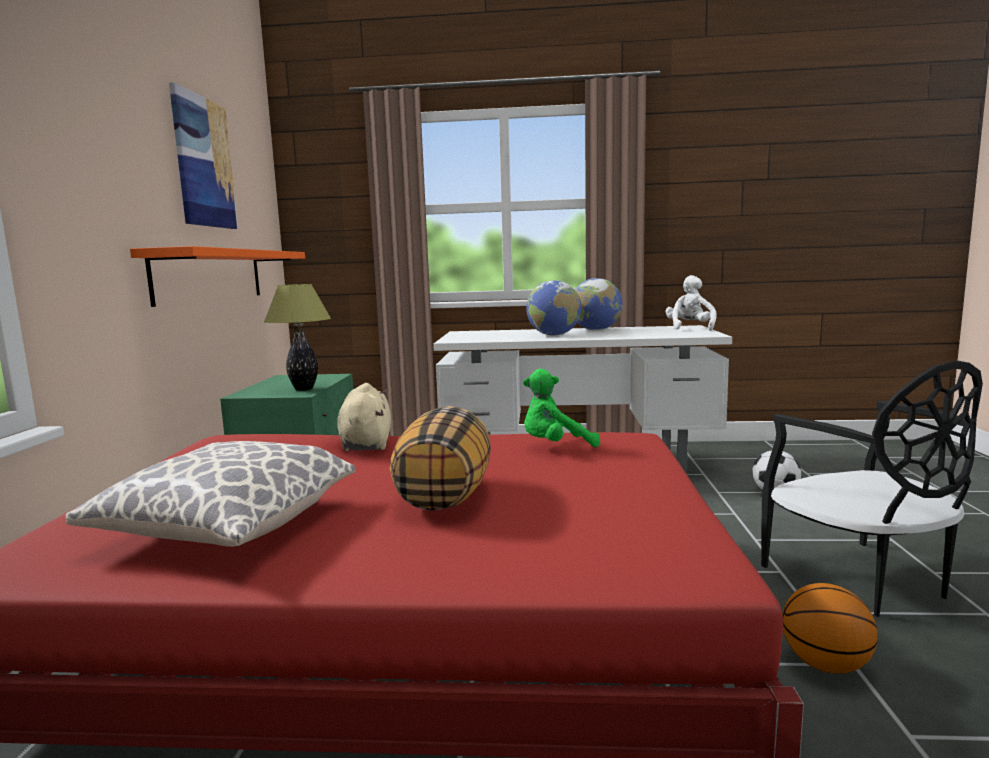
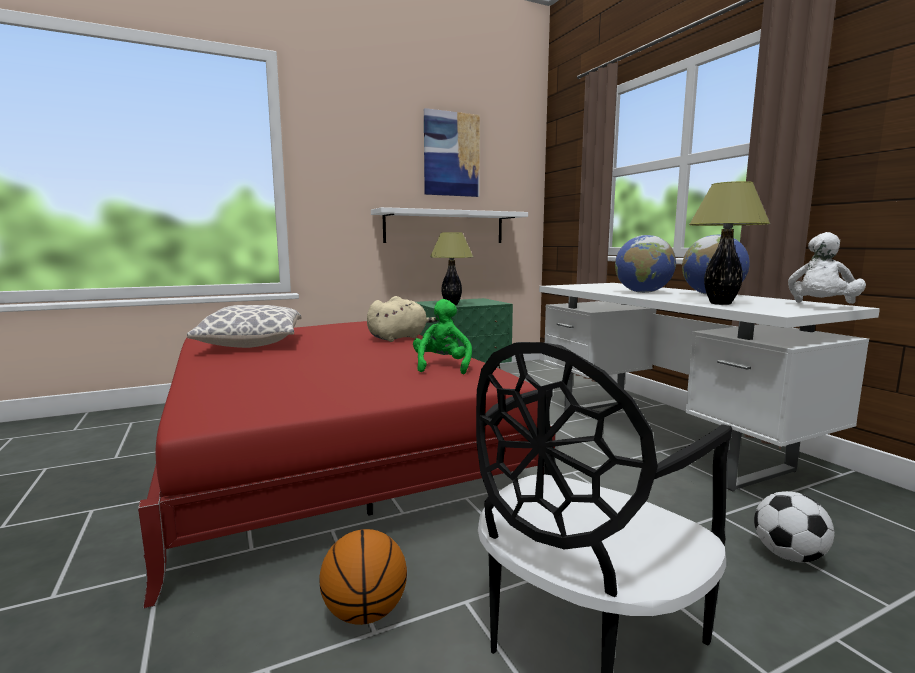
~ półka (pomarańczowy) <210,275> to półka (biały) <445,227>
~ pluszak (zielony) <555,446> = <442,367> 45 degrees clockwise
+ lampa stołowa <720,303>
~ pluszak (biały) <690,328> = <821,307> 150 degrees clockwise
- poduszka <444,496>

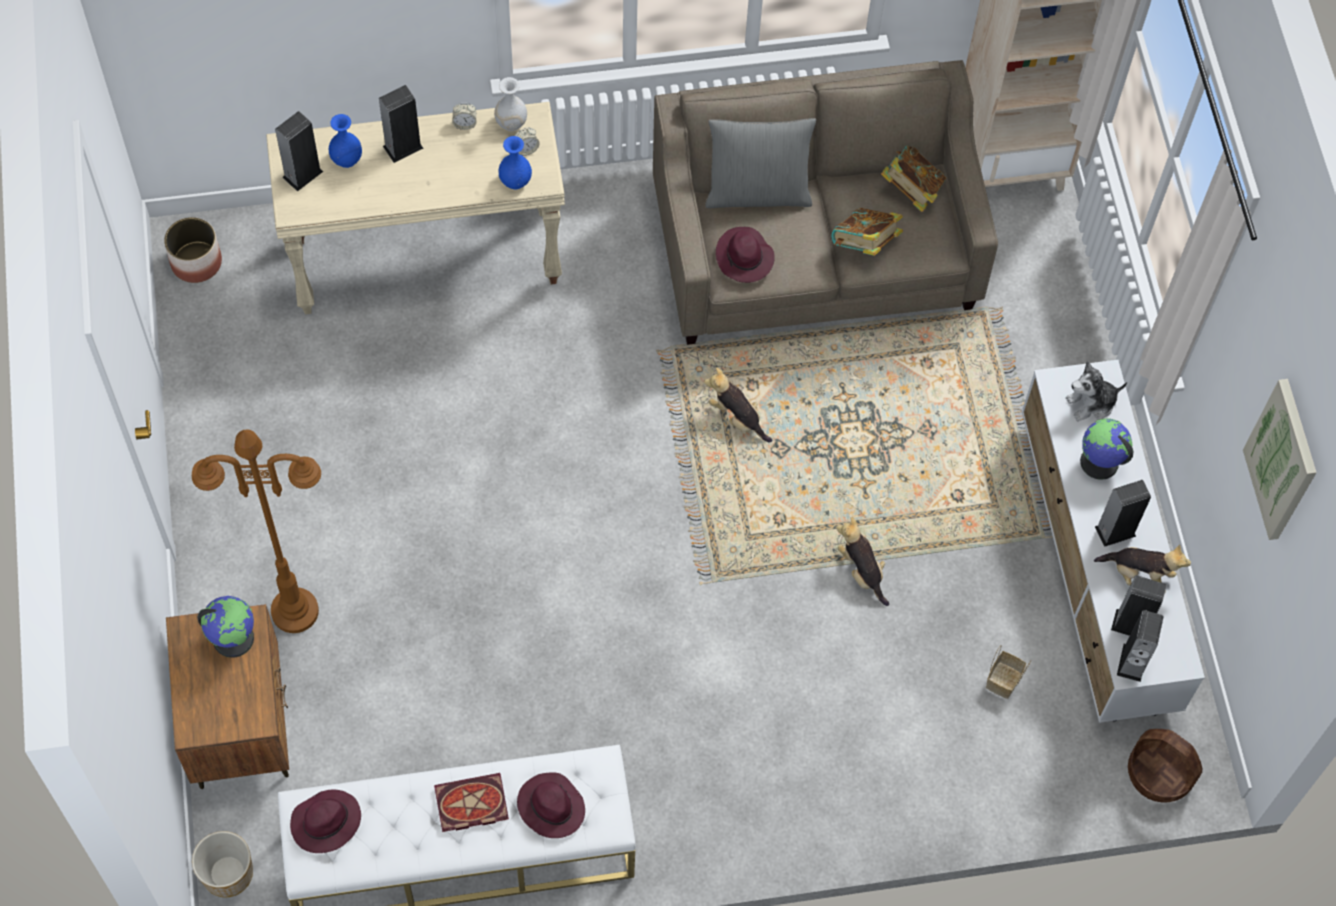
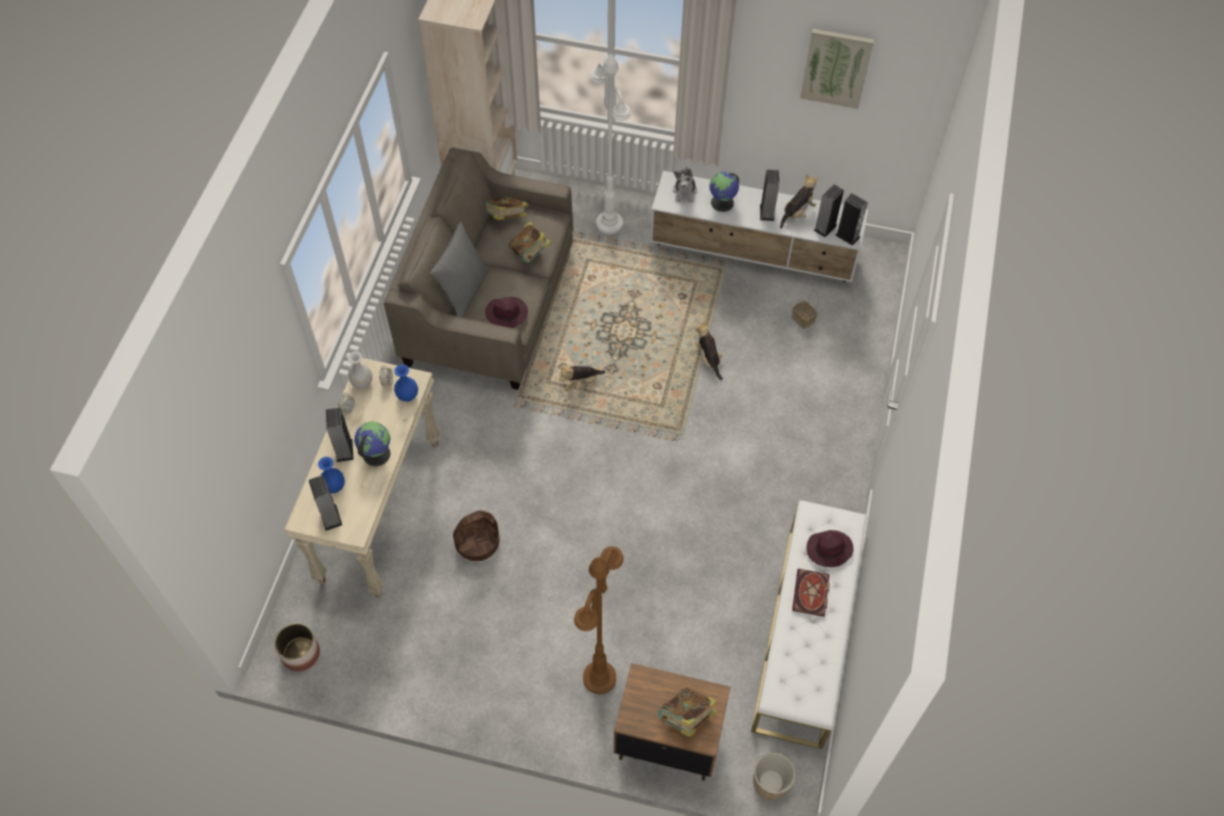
~ globus <233,637> to <376,454>
~ koszyk <1160,773> to <477,543>
+ lampa stojąca (biały) <609,223>
+ książka <686,718>
~ pluszak <861,571> = <708,359> 75 degrees clockwise
- kapelusz (fioletowy) <325,823>

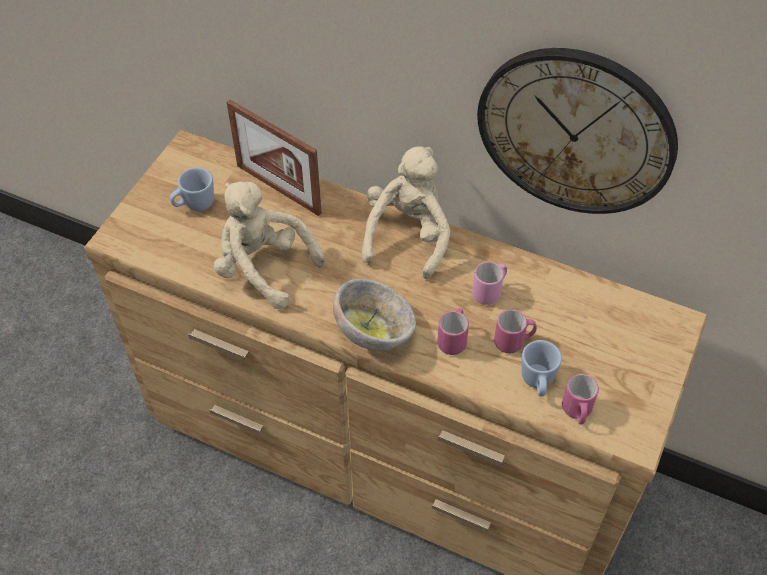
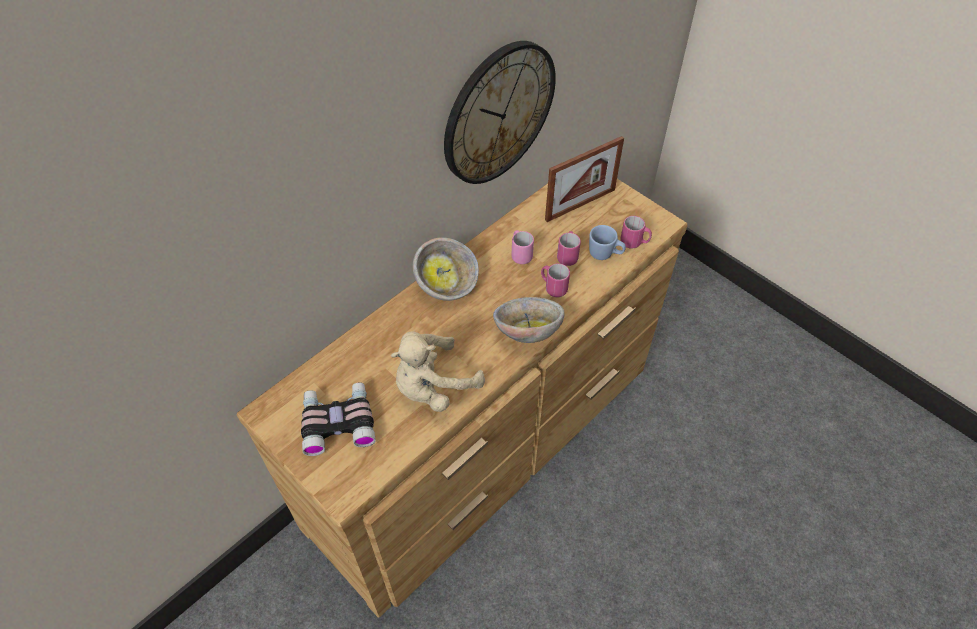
~ kubek (niebieski) <194,205> to lornetka <338,421>
~ pluszak (beżowy) <408,236> to miska <447,284>
~ ramka na zdjęcie <278,189> to <580,205>

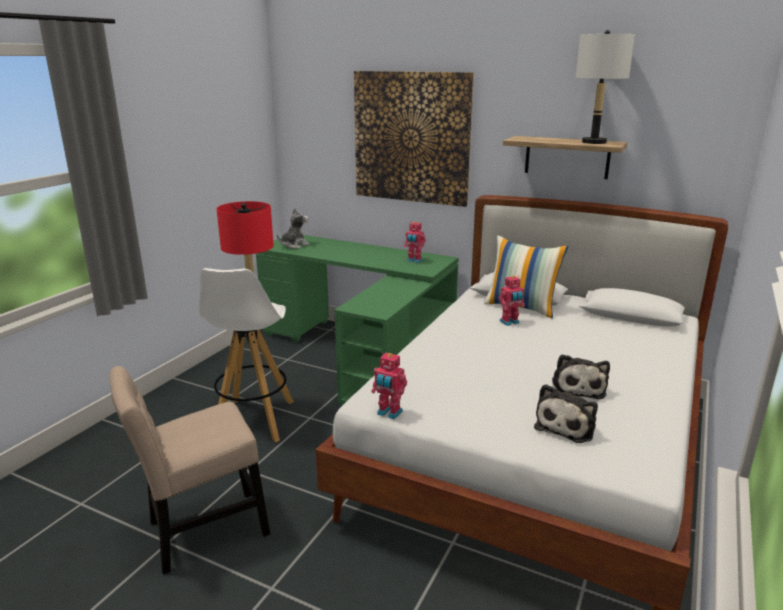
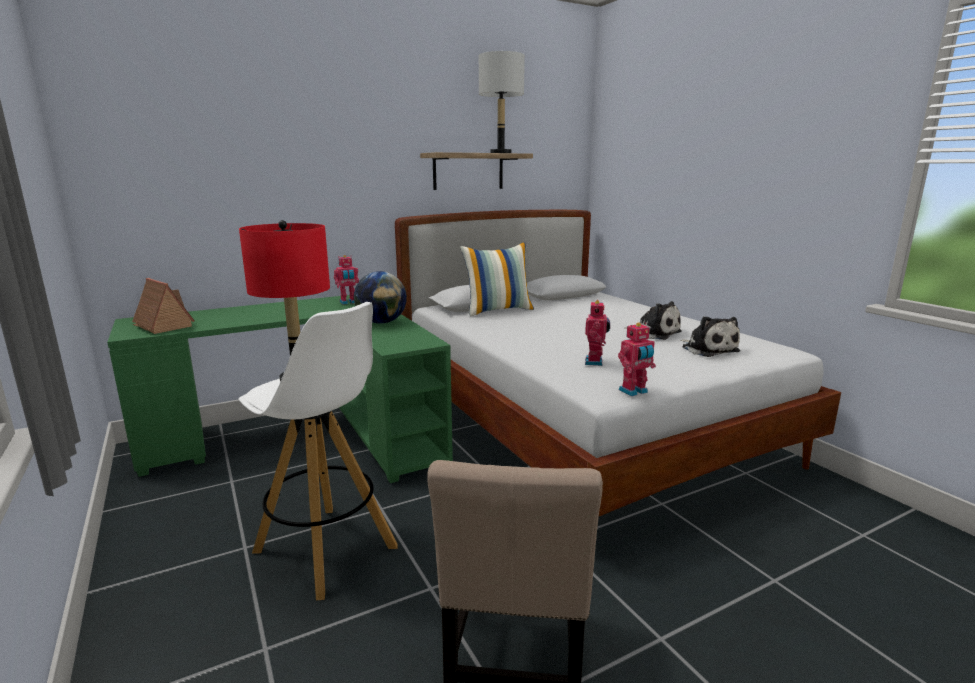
~ pluszak <294,245> to domek <163,326>
+ globus <381,322>
~ robot zabawkowy <510,322> to <595,362>
- obraz <411,138>

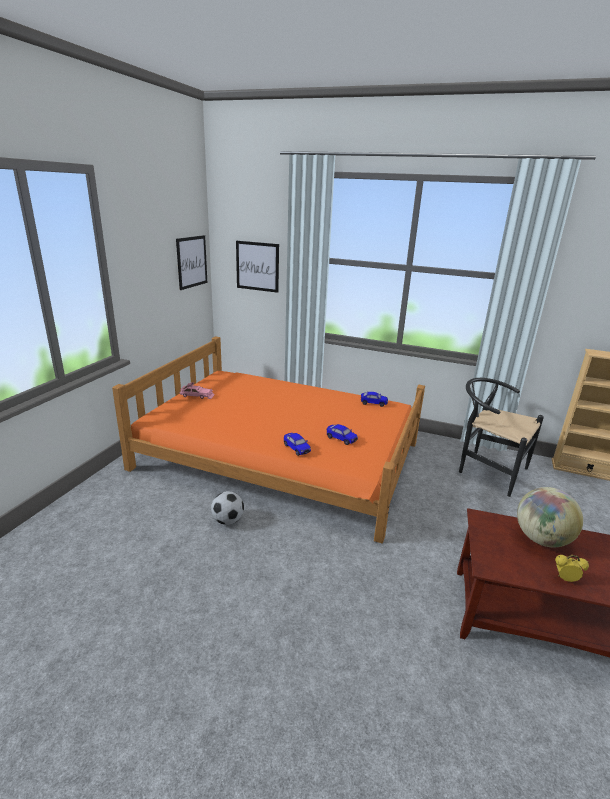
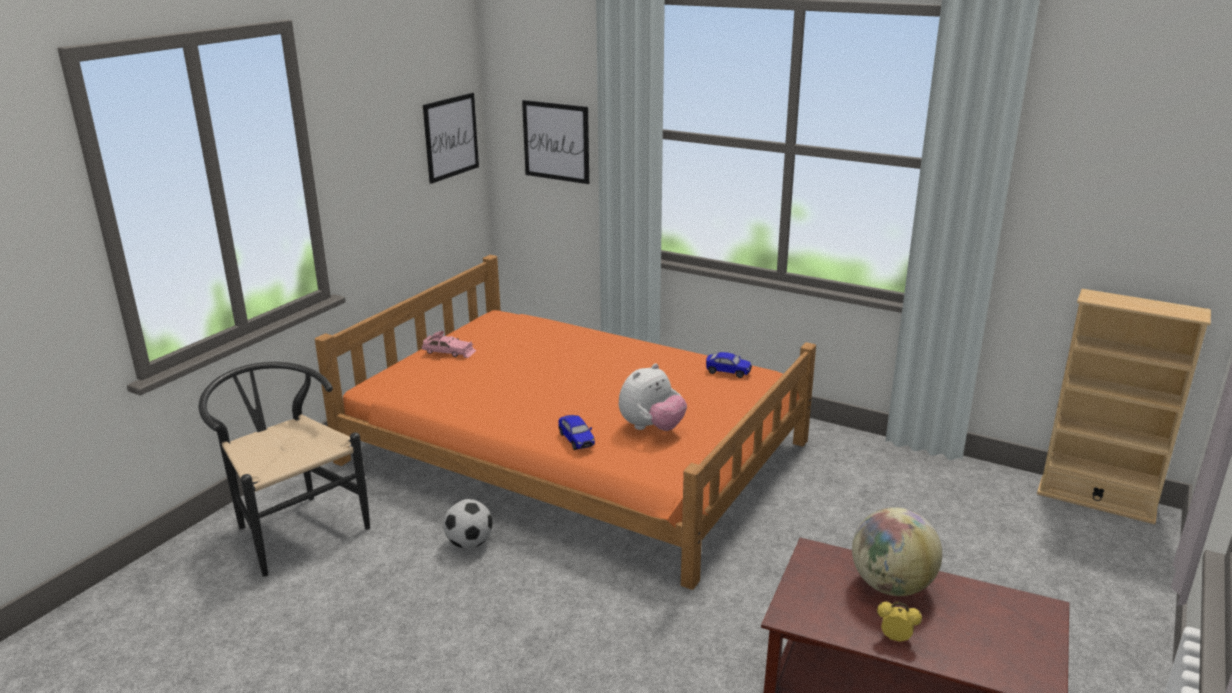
~ krzesło (czarny) <486,470> to <293,527>
~ samochodzik <341,439> to pluszak <651,428>

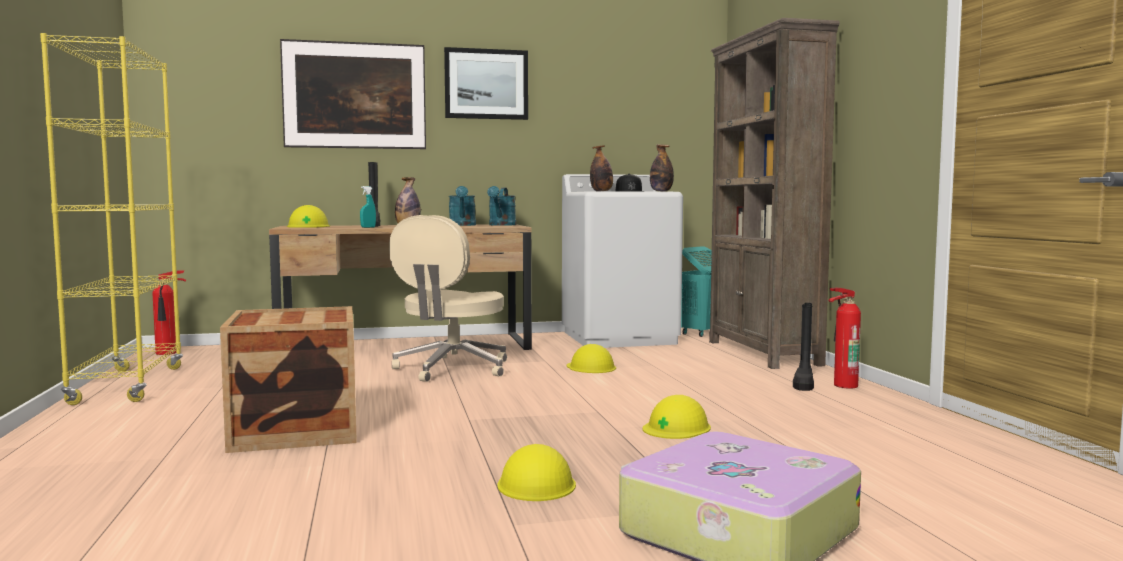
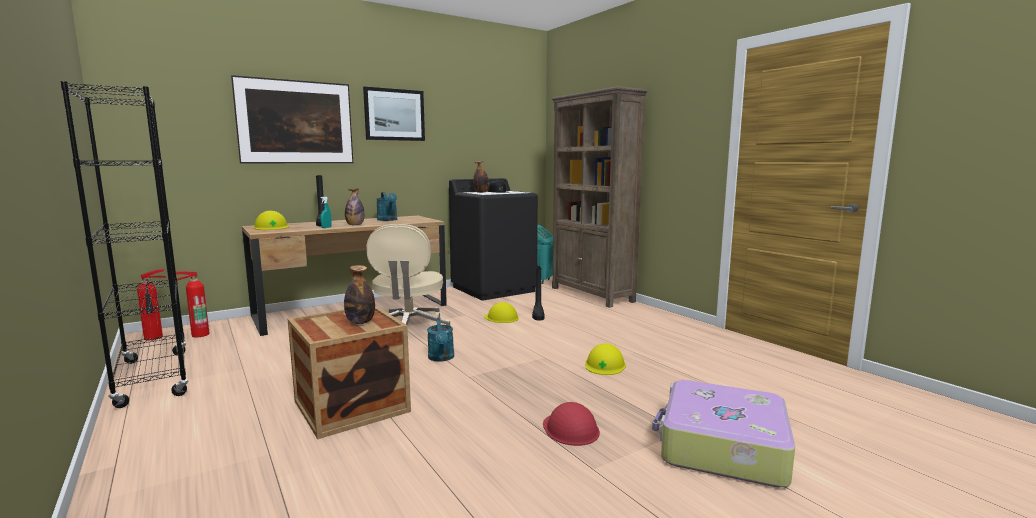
~ regał (żółty) <128,385> to regał (czarny) <153,378>
~ gaśnica <842,385> to <198,335>
~ butelka <661,191> to <360,322>
~ konewka (turkusowy) <501,225> to <441,358>
~ pralka (biały) <620,338> to pralka (czarny) <494,289>
~ but z cholewką (czarny) <804,384> to <538,315>
~ kask (żółty) <536,483> to kask (czerwony) <570,429>

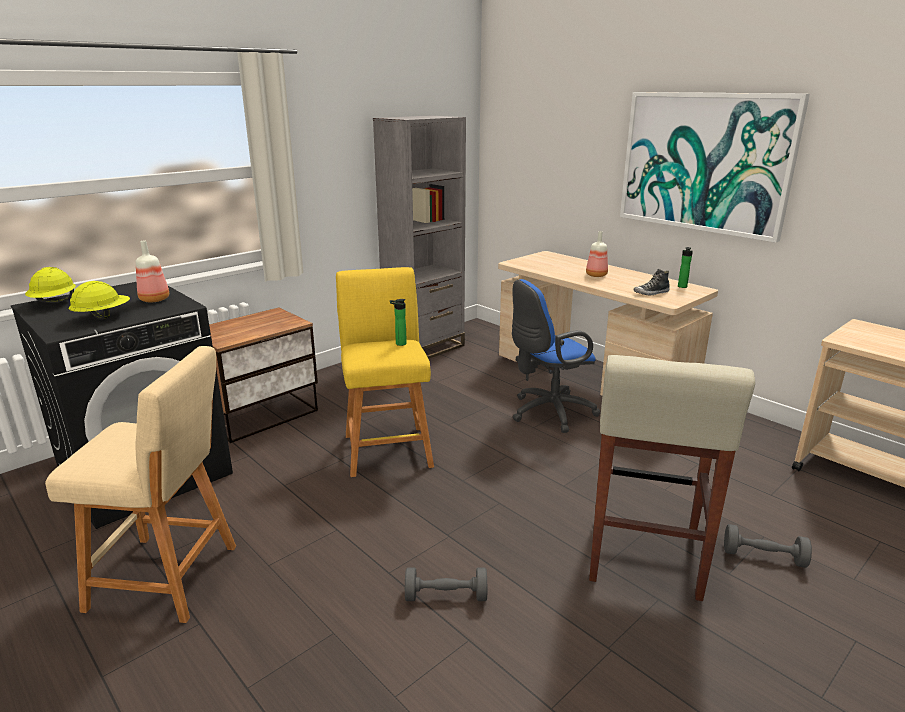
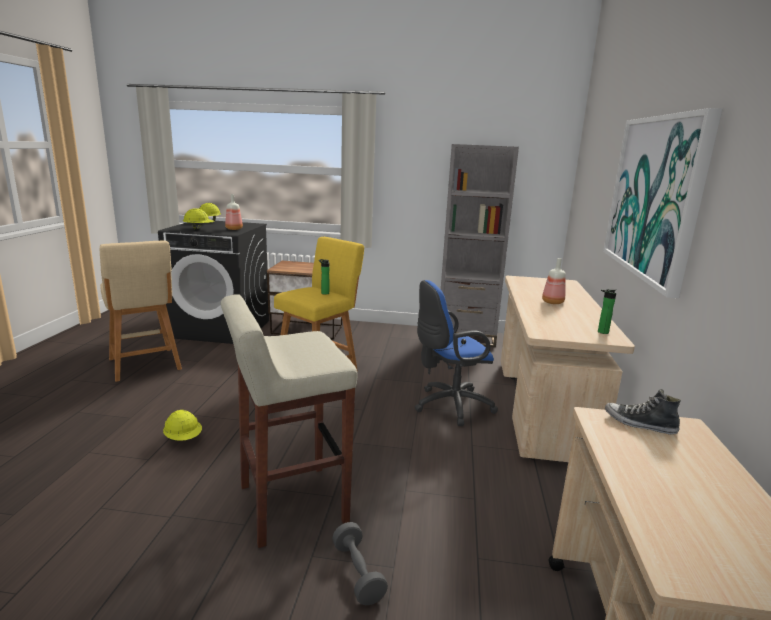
~ hantel (szary) <446,596> to kask (żółty) <184,439>
~ krzesło biurowe (niebieski) <548,412> = <449,406> 45 degrees counterclockwise
~ but <651,293> to <639,424>

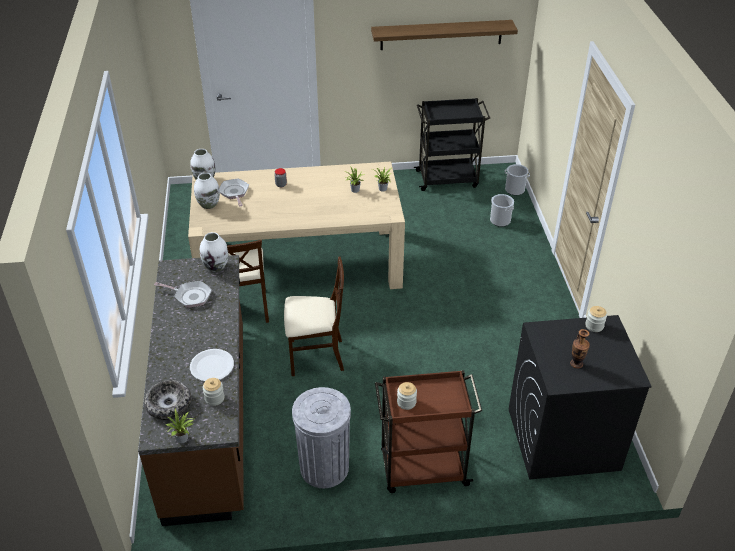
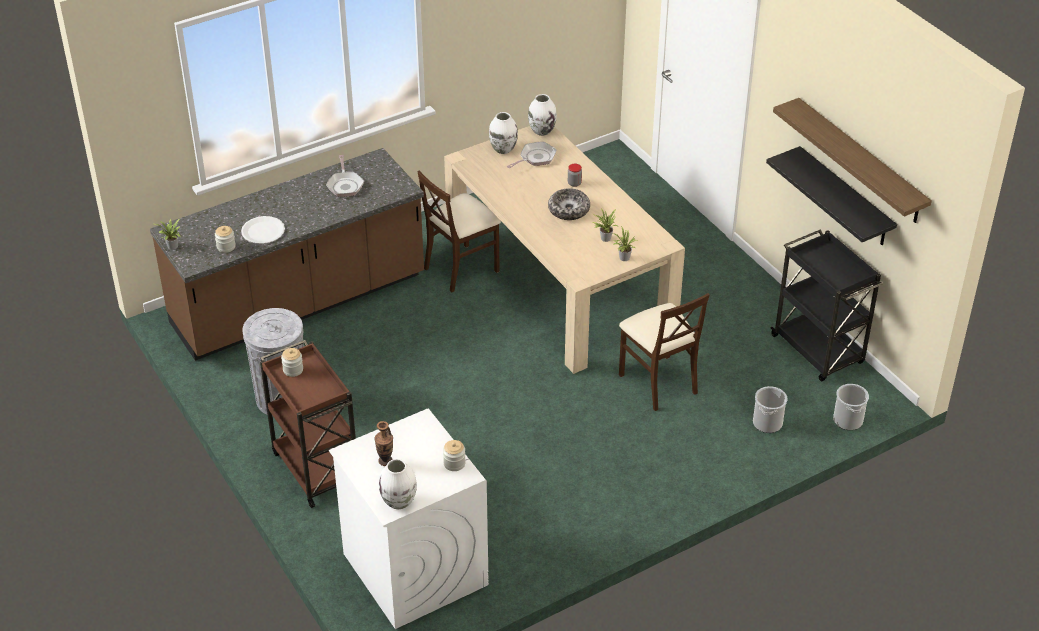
~ pralka (czarny) <562,439> to pralka (biały) <414,568>
~ wazon (biały) <216,266> to <399,501>
~ miska <169,404> to <569,210>
~ krzesło (beżowy) <315,356> to <658,382>
+ półka (czarny) <845,198>

